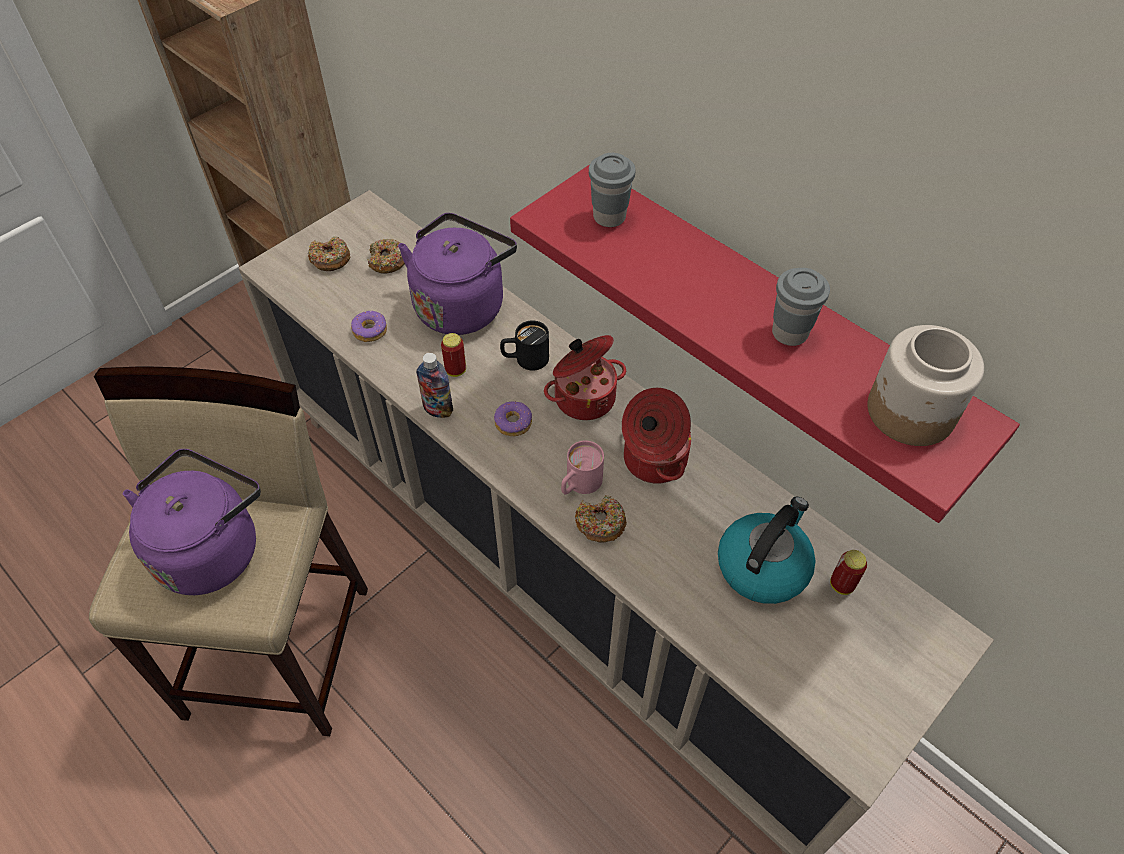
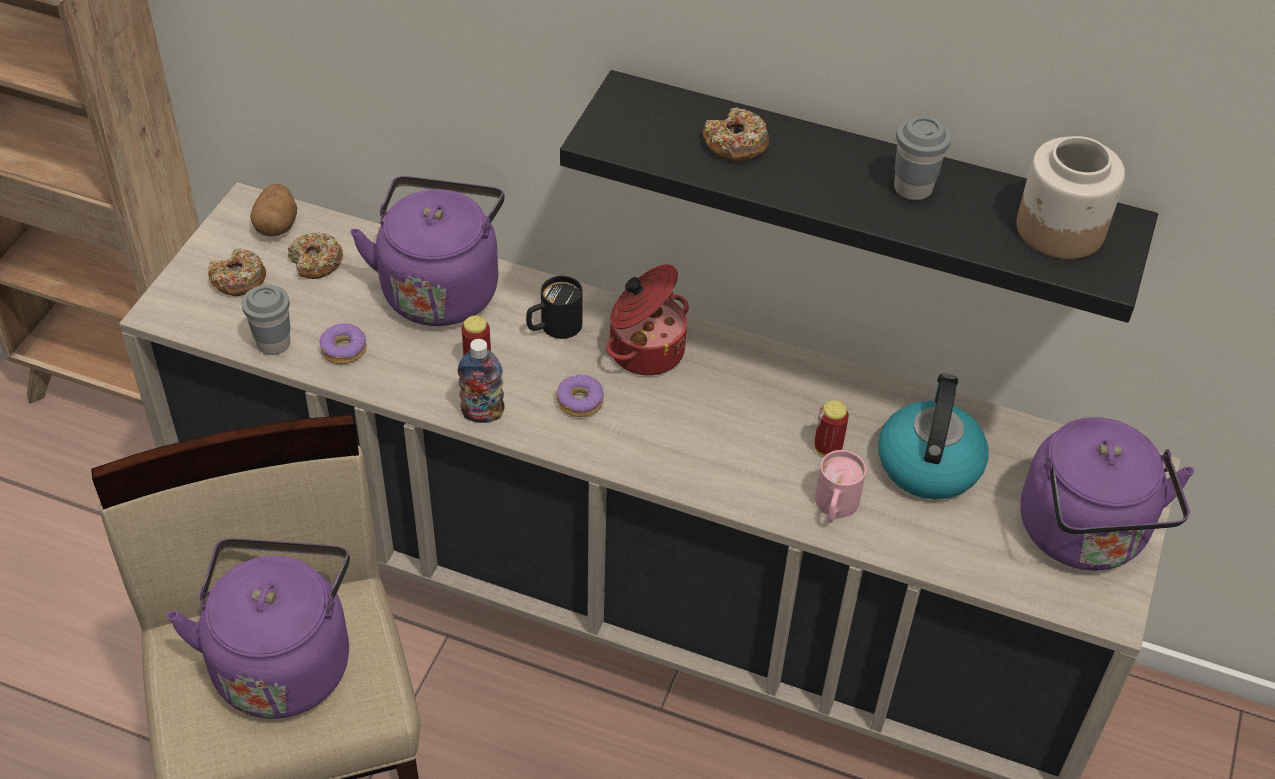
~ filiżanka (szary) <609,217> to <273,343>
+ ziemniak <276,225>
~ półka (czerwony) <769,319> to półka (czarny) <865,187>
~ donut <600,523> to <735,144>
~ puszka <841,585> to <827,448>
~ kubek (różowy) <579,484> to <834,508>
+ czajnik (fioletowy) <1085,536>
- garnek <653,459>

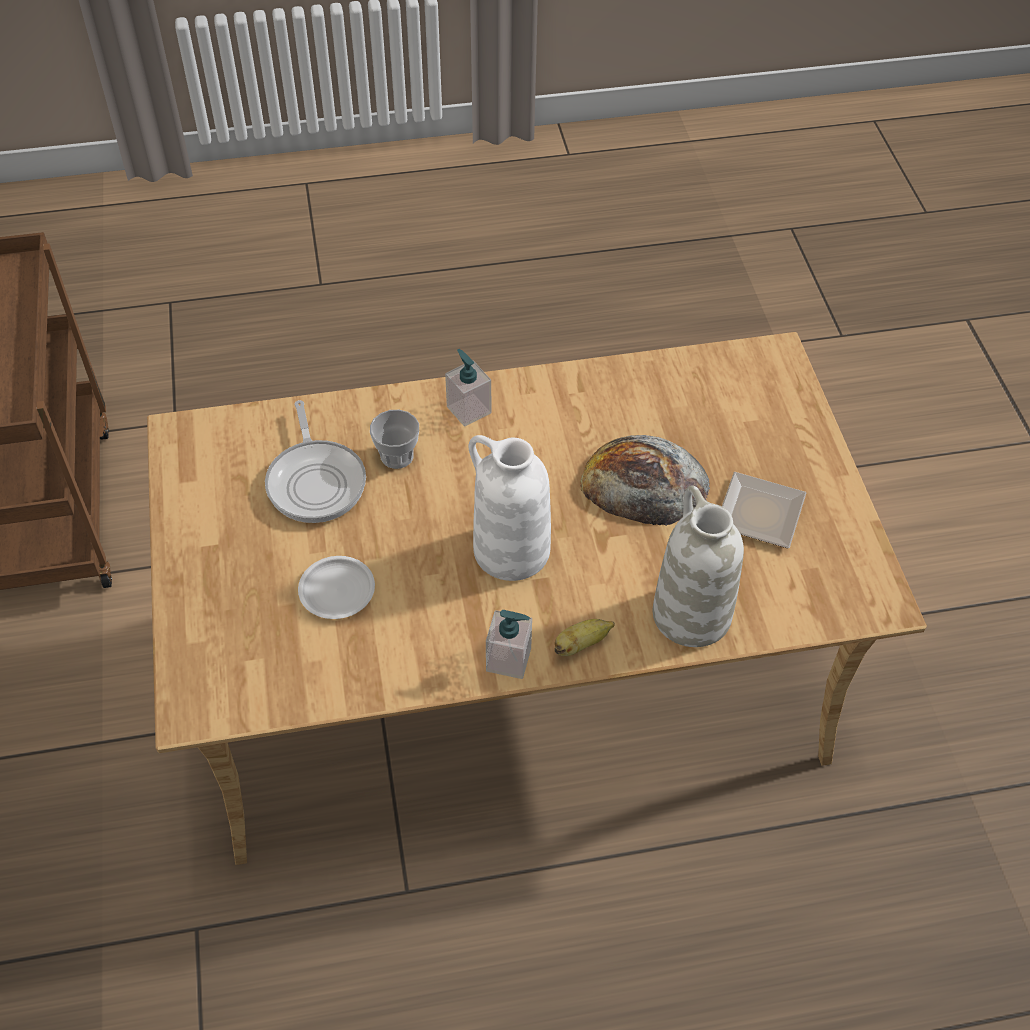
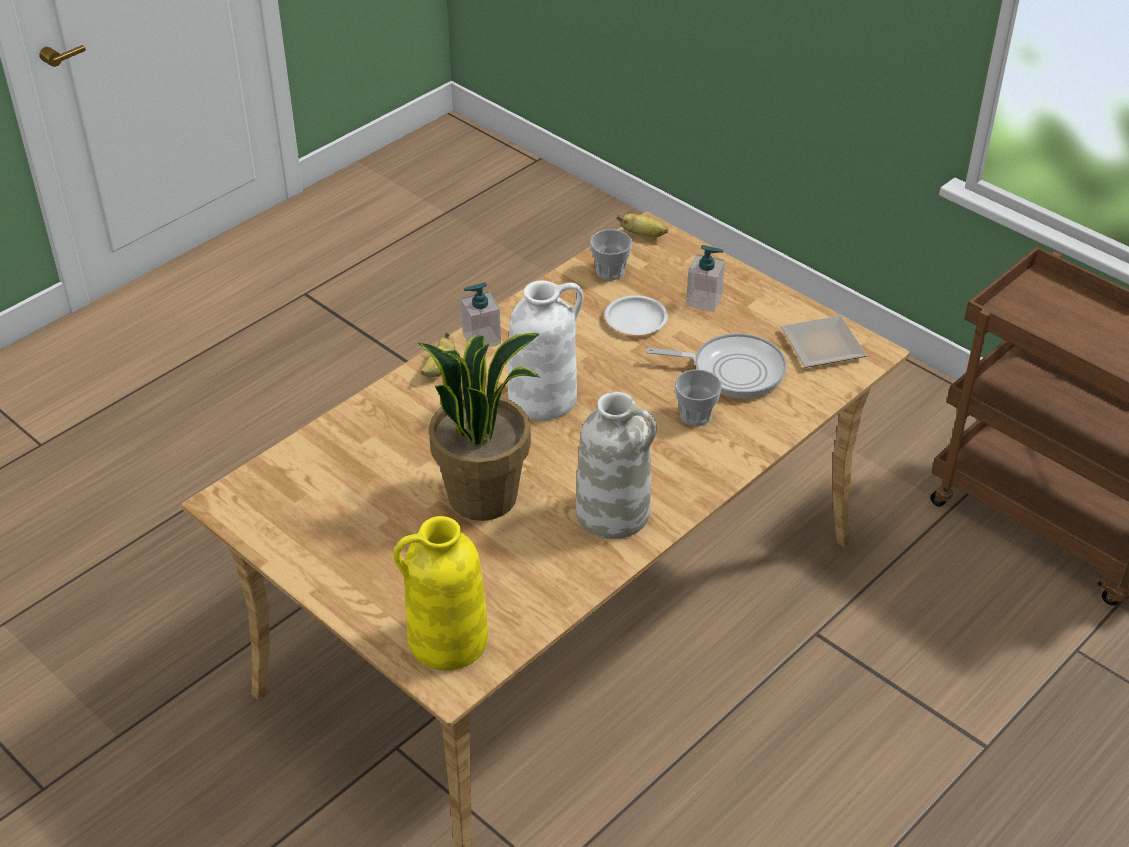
+ wazon (żółty) <447,641>
~ chleb <644,482> to roślina doniczkowa <483,495>
~ wazon (biały) <690,614> to <614,513>
+ filiżanka <610,271>
+ banan <643,235>
~ patelnia <316,481> = <732,370> 150 degrees clockwise
~ dozownik mydła <468,410> to <704,300>
~ talerz <756,514> to <823,343>

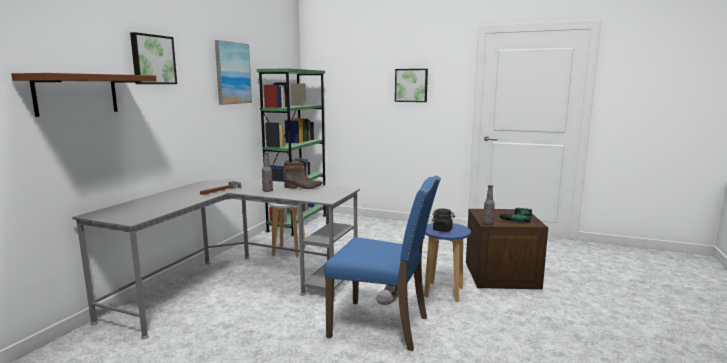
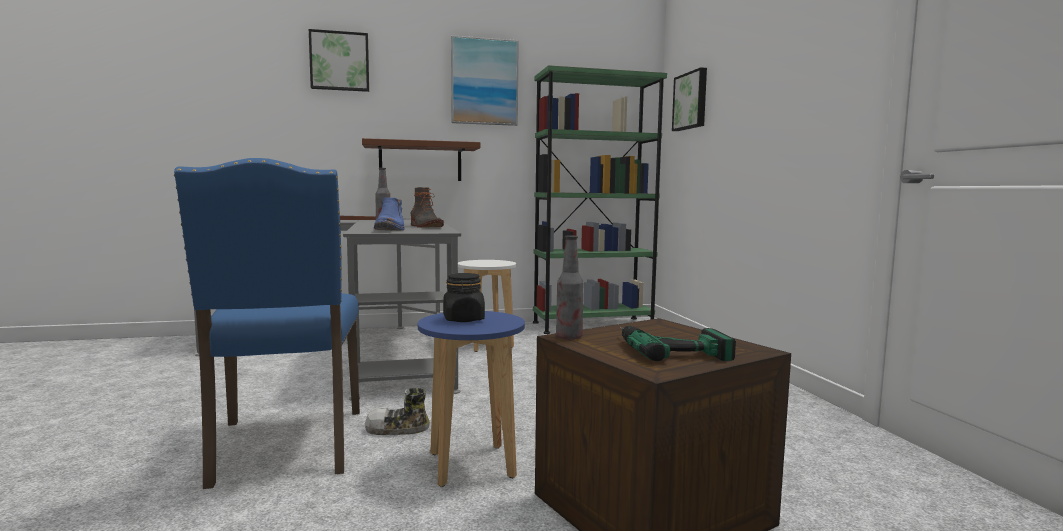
~ półka (brązowy) <76,94> to <420,162>
+ but z cholewką (niebieski) <391,229>
~ obraz <411,85> to <691,101>

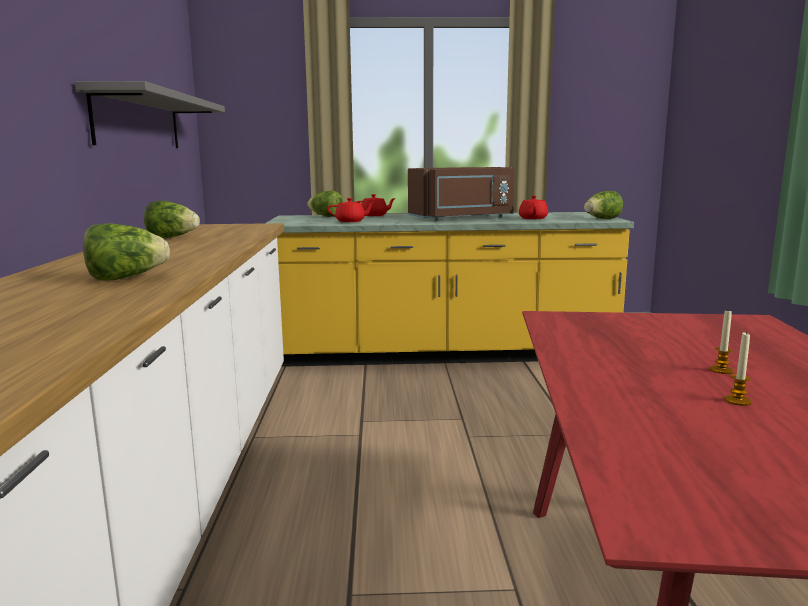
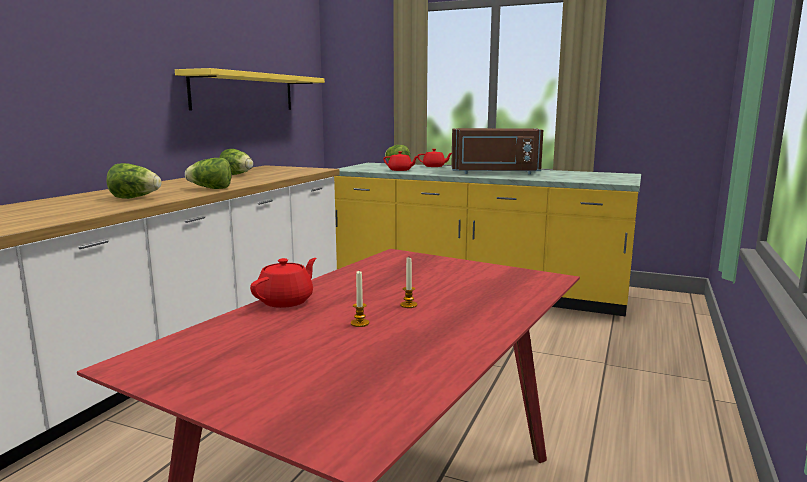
~ półka (szary) <139,121> to półka (żółty) <244,92>
~ sałata <602,219> to <211,188>
~ imbryk (czerwony) <533,218> to <286,301>

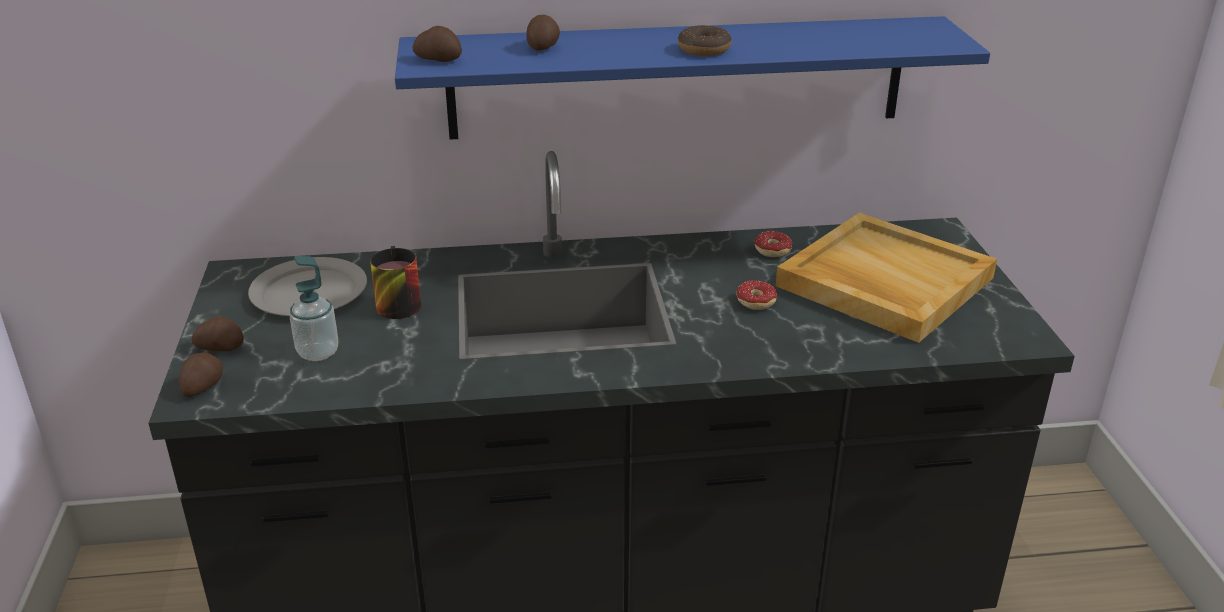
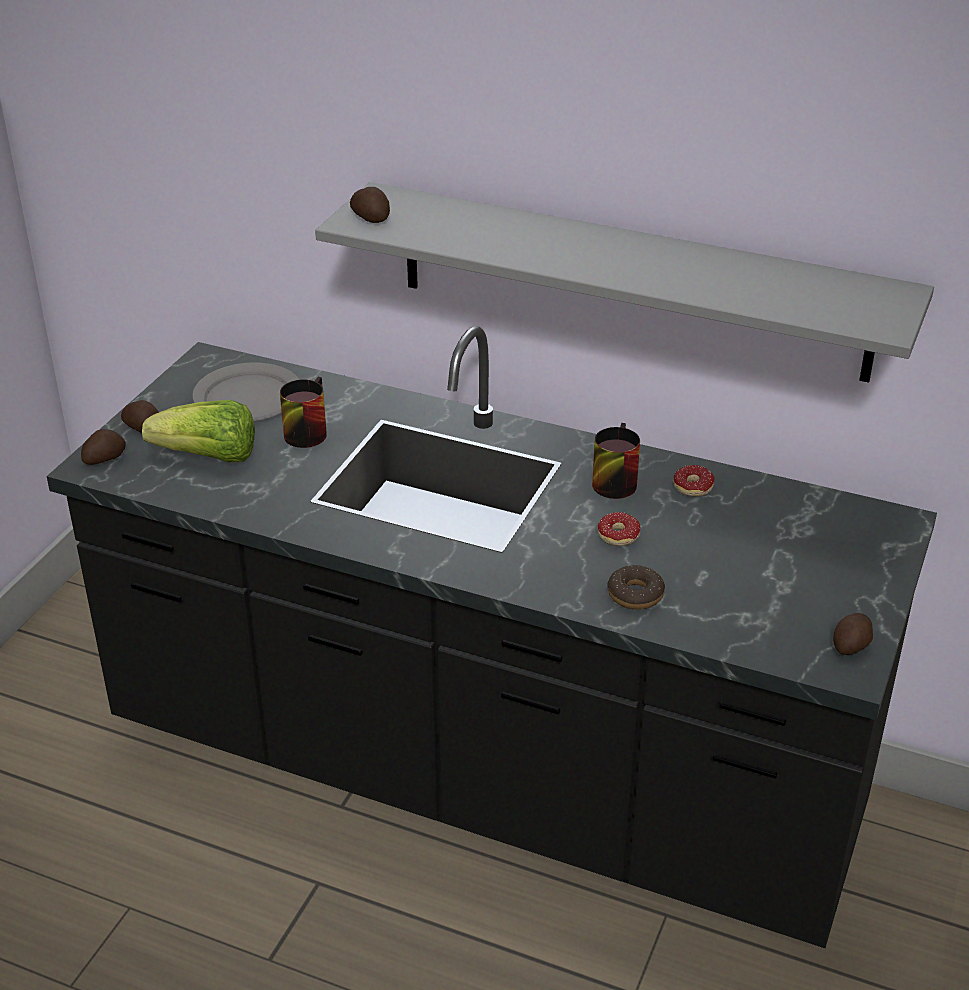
~ dozownik mydła <318,352> to sałata <208,457>
~ półka (niebieski) <677,77> to półka (szary) <631,281>
+ kubek <611,480>
~ donut <704,49> to <635,594>
~ ziemniak <543,47> to <852,645>
- taca (beżowy) <882,282>

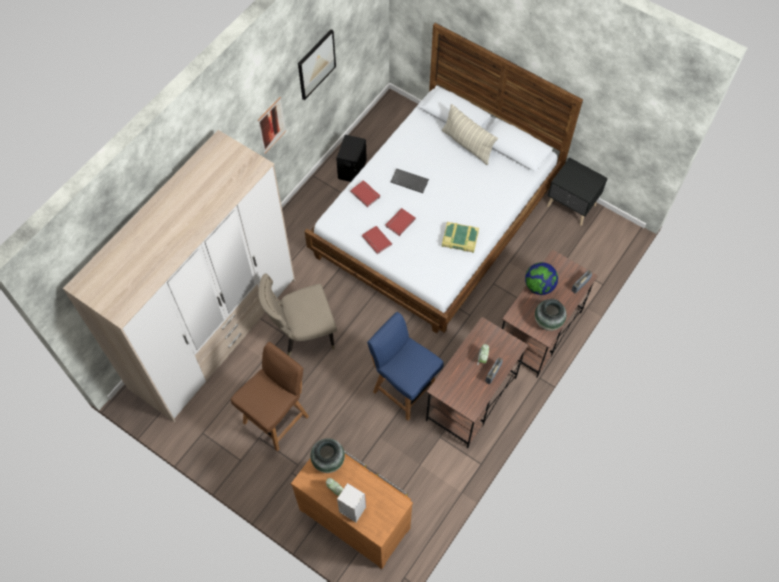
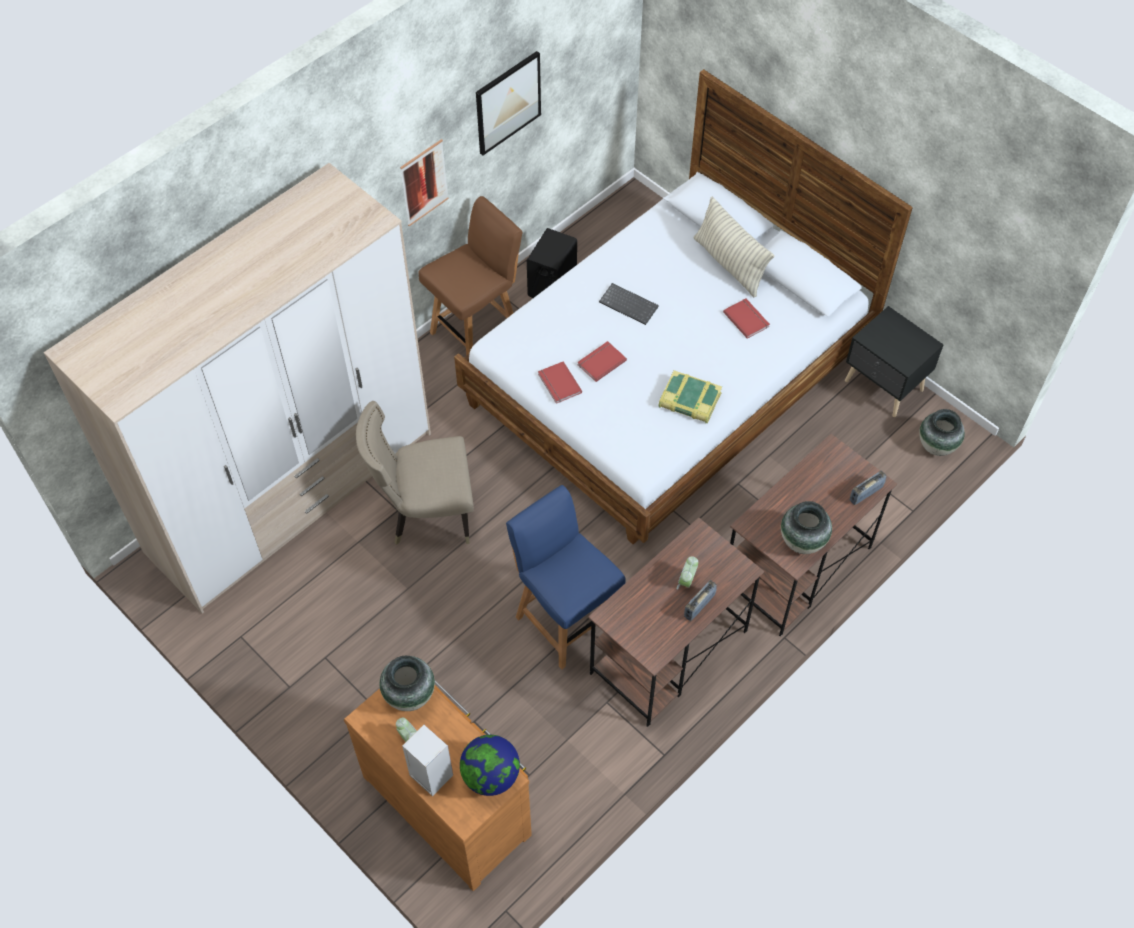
~ krzesło (brązowy) <277,418> to <477,334>
~ globus <539,286> to <490,775>
~ książka (czerwony) <366,193> to <747,319>
+ wazon <936,446>

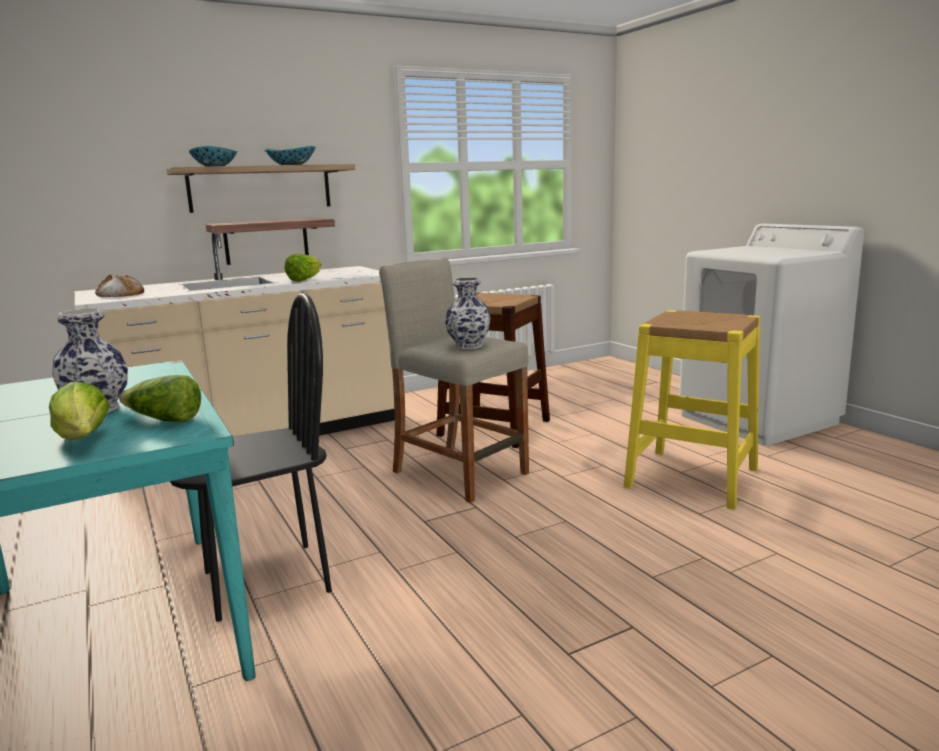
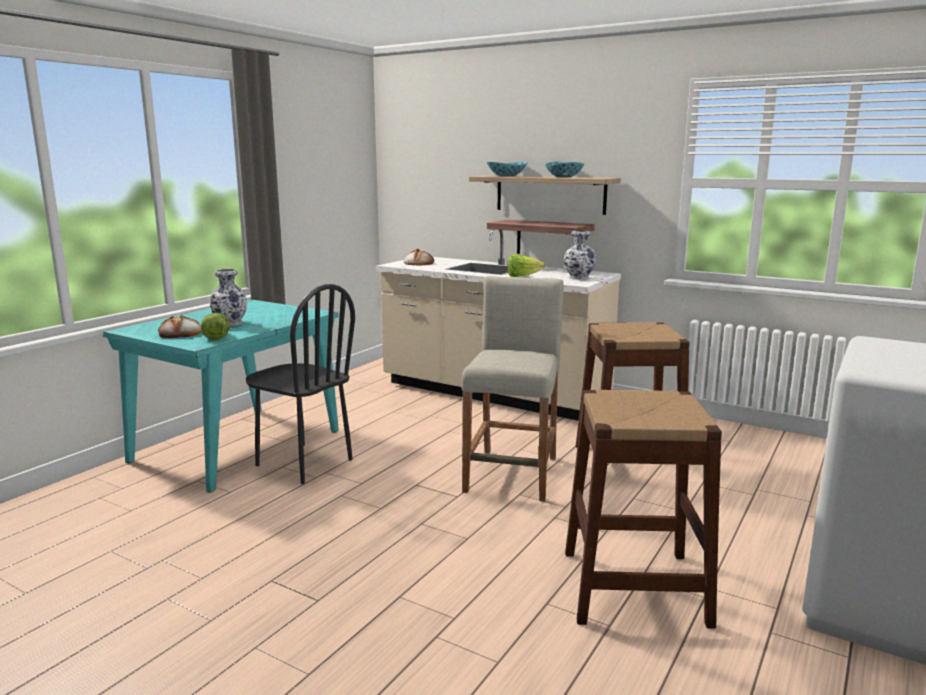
~ sałata <84,440> to chleb <181,333>
~ wazon <468,345> to <579,278>
~ stołek (żółty) <692,477> to stołek (brązowy) <634,587>

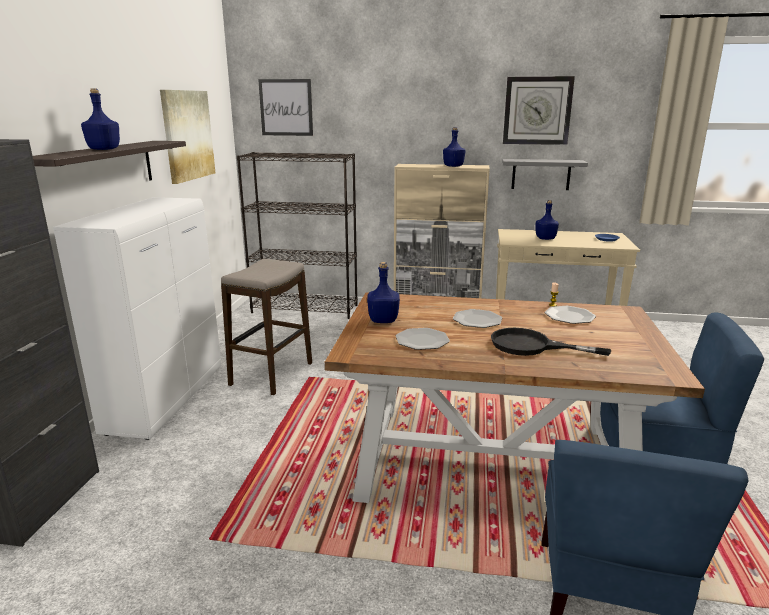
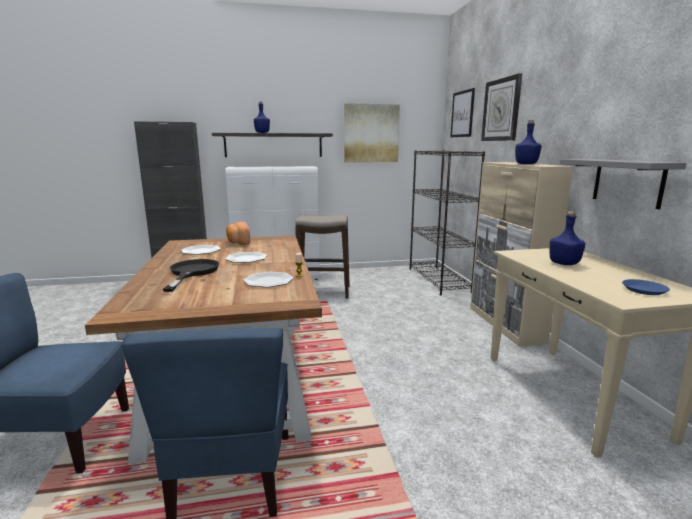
~ butelka (niebieski) <383,320> to chleb <238,242>
~ zegar ścienny <537,110> to <501,110>

